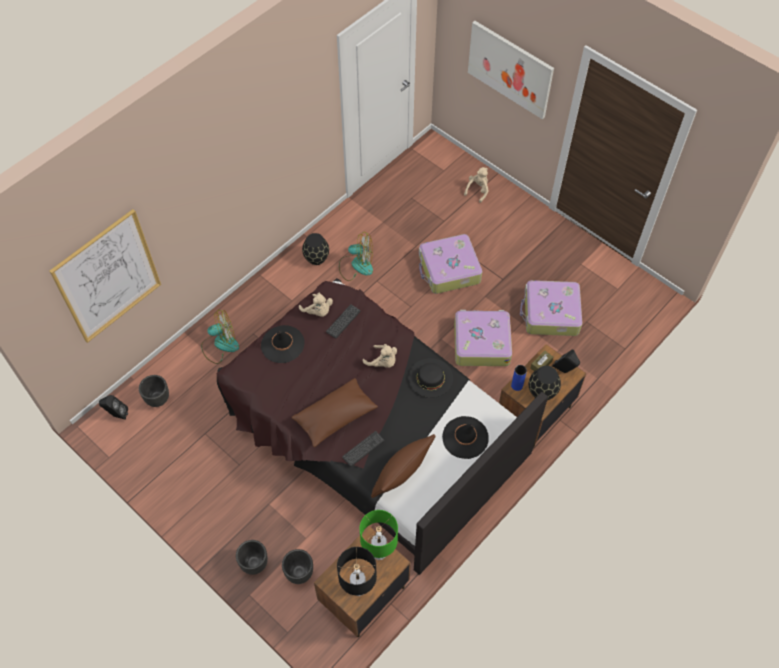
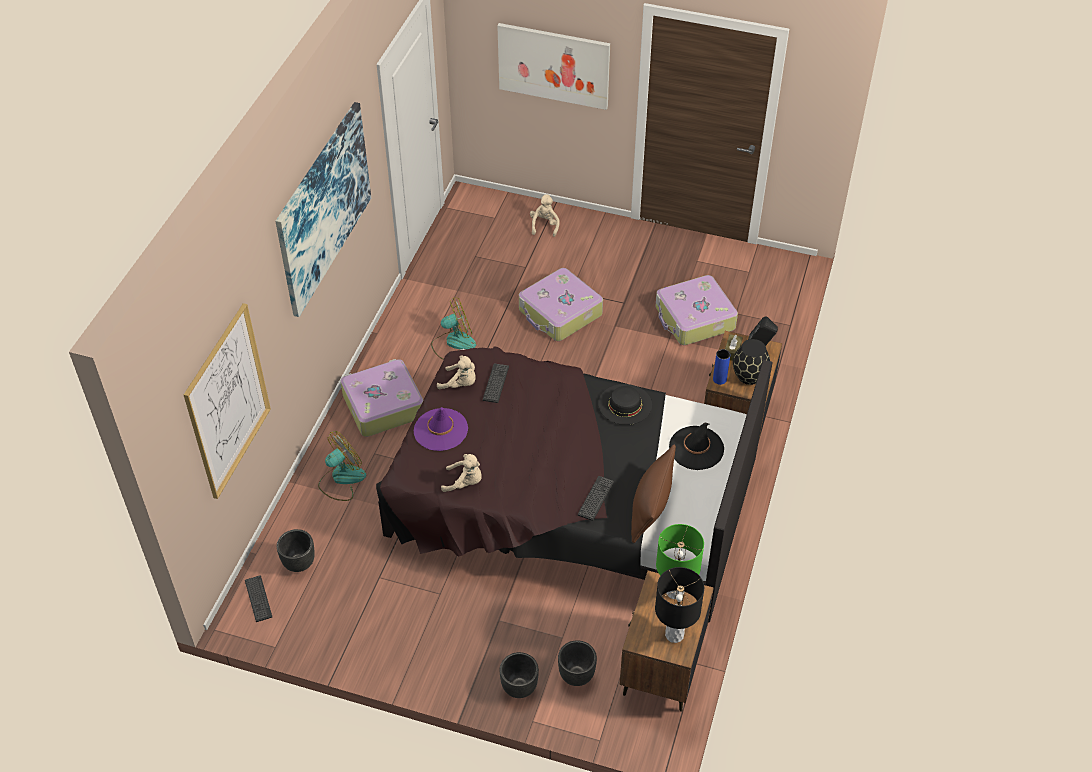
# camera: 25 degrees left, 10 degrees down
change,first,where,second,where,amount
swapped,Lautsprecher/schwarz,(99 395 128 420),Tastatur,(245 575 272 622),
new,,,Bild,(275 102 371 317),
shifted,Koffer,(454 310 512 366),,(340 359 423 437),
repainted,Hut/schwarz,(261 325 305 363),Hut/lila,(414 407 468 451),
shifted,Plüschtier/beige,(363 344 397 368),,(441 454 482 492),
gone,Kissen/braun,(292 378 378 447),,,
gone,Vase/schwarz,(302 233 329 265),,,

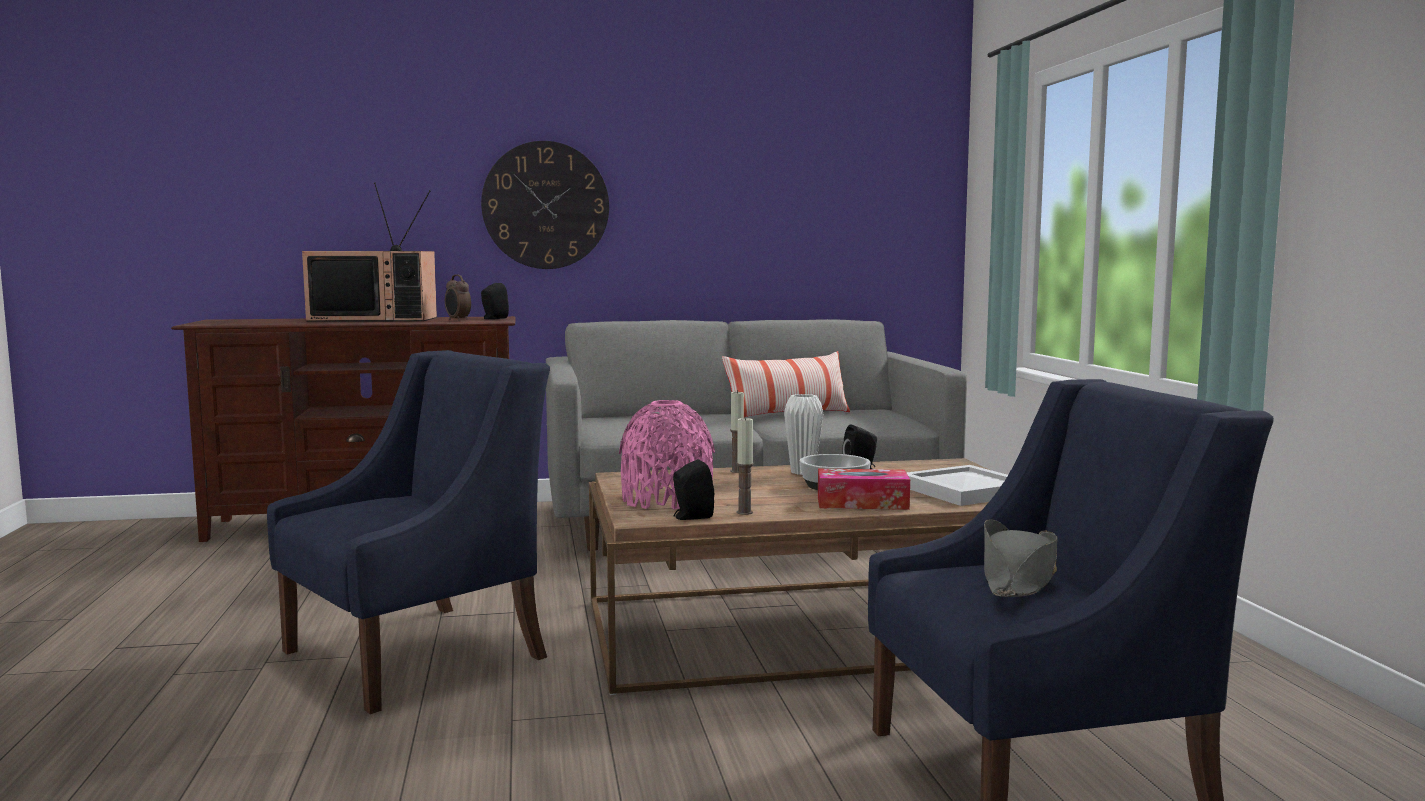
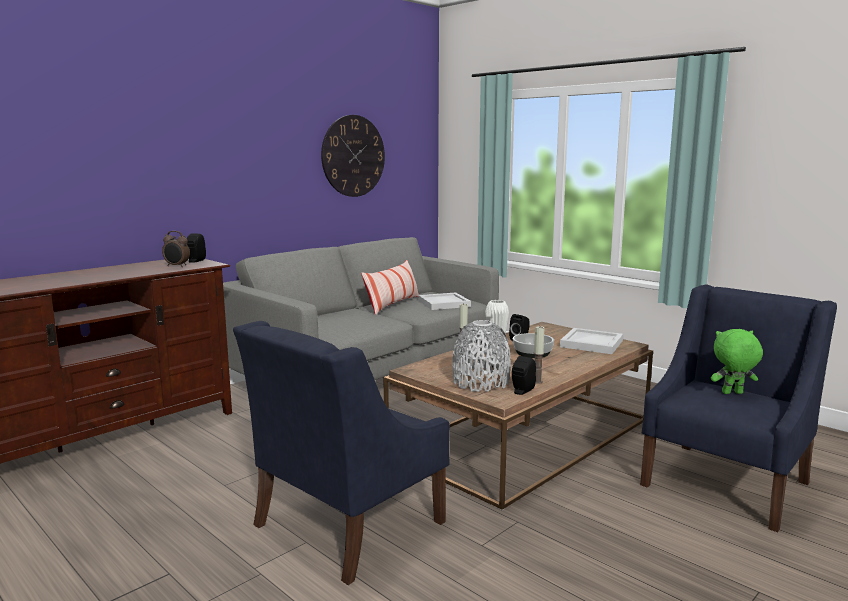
# camera: 35 degrees left, 5 degrees up
change,first,where,second,where,amount
rotated,Sessel/blau,(267 350 550 714),,(233 321 450 585),150 degrees counterclockwise
shifted,Wanduhr,(481 141 609 269),,(321 115 385 197),
new,,,Tablett/weiß,(418 293 471 310),
repainted,Vase/rosa,(619 400 715 510),Vase/grau,(452 320 511 392),
swapped,Hut/grau,(984 519 1058 597),Plüschtier/grün,(711 329 763 394),
gone,Fernseher,(302 182 437 322),,,
gone,Taschentuchbox,(818 469 910 510),,,

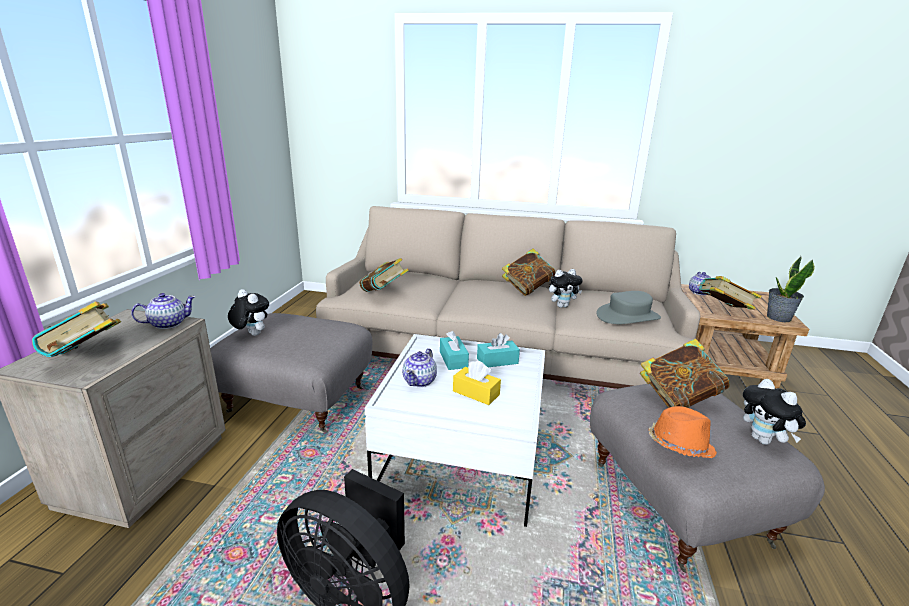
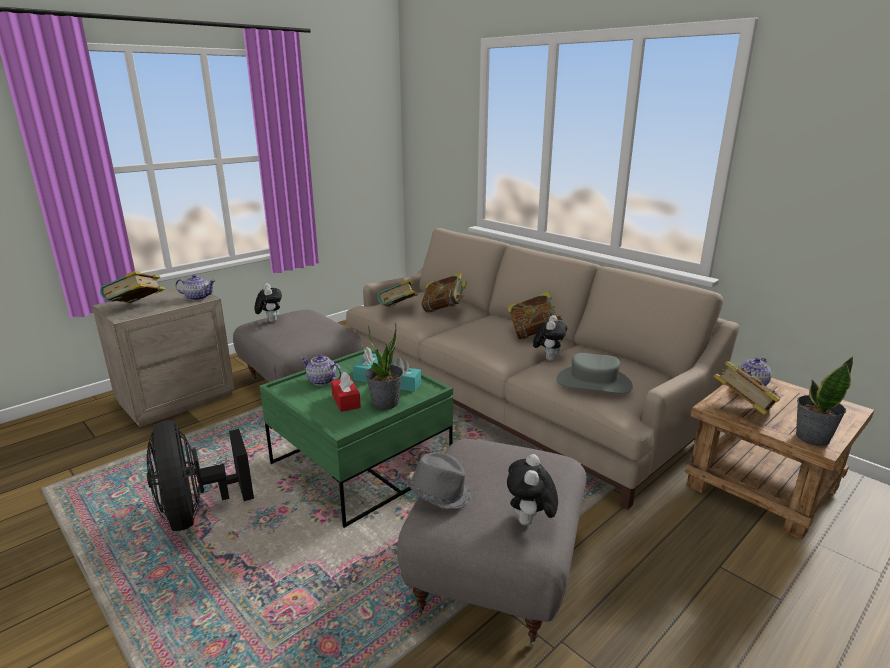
# camera: 35 degrees right, 0 degrees up
change,first,where,second,where,amount
repainted,Couchtisch/weiß,(365 334 545 527),Couchtisch/grün,(259 347 453 528),
rotated,Teekanne,(403 348 437 387),,(300 355 342 386),60 degrees clockwise
repainted,Taschentuchbox/gelb,(453 361 501 405),Taschentuchbox/rot,(331 372 361 412),
new,,,Topfpflanze,(365 323 403 410),
repainted,Hut/orange,(649 406 717 458),Hut/grau,(406 452 472 509),
shifted,Buch,(640 338 730 408),,(421 272 467 313),
rotated,Plüschtier,(549 269 583 308),,(533 315 567 361),90 degrees counterclockwise

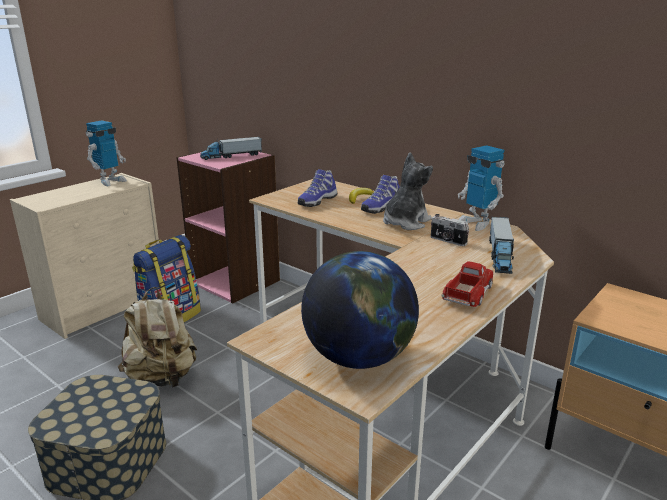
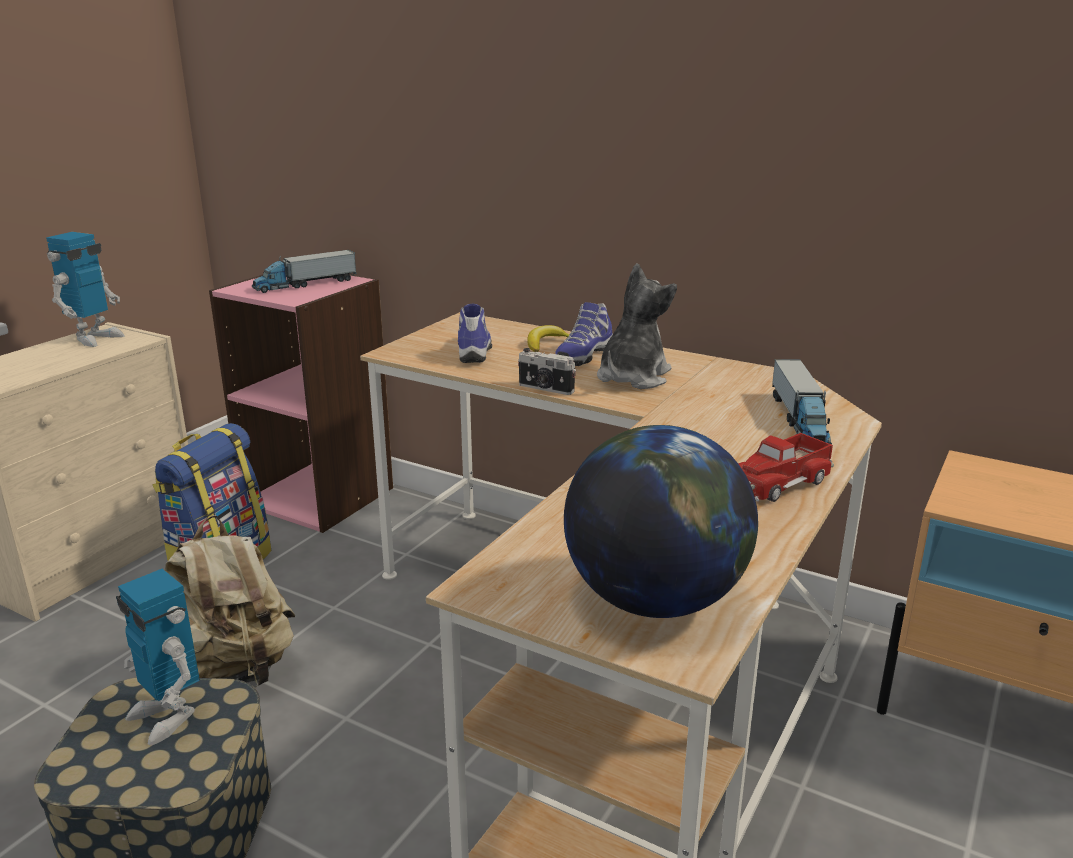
# camera: 10 degrees left, 0 degrees up
change,first,where,second,where,amount
shifted,Spielzeugroboter,(458 145 505 231),,(116 569 200 745),
rotated,Schuh,(298 169 337 207),,(458 303 492 363),150 degrees clockwise
shifted,Kamera,(431 214 469 246),,(518 348 576 395),
rotated,Spielzeuglaster,(441 261 493 307),,(738 433 834 502),150 degrees counterclockwise

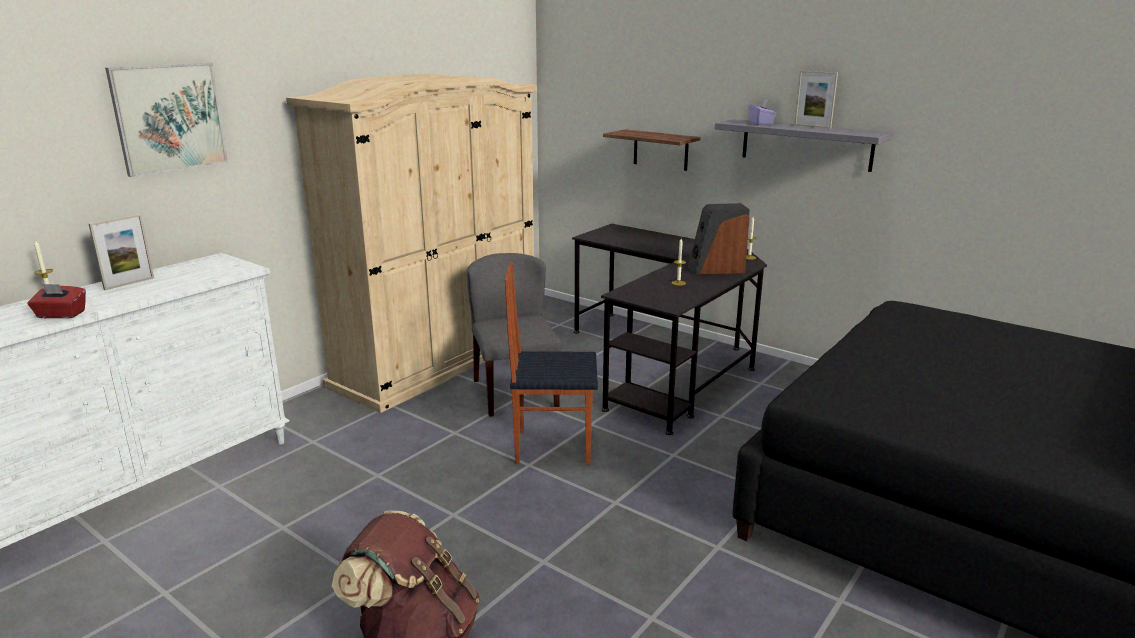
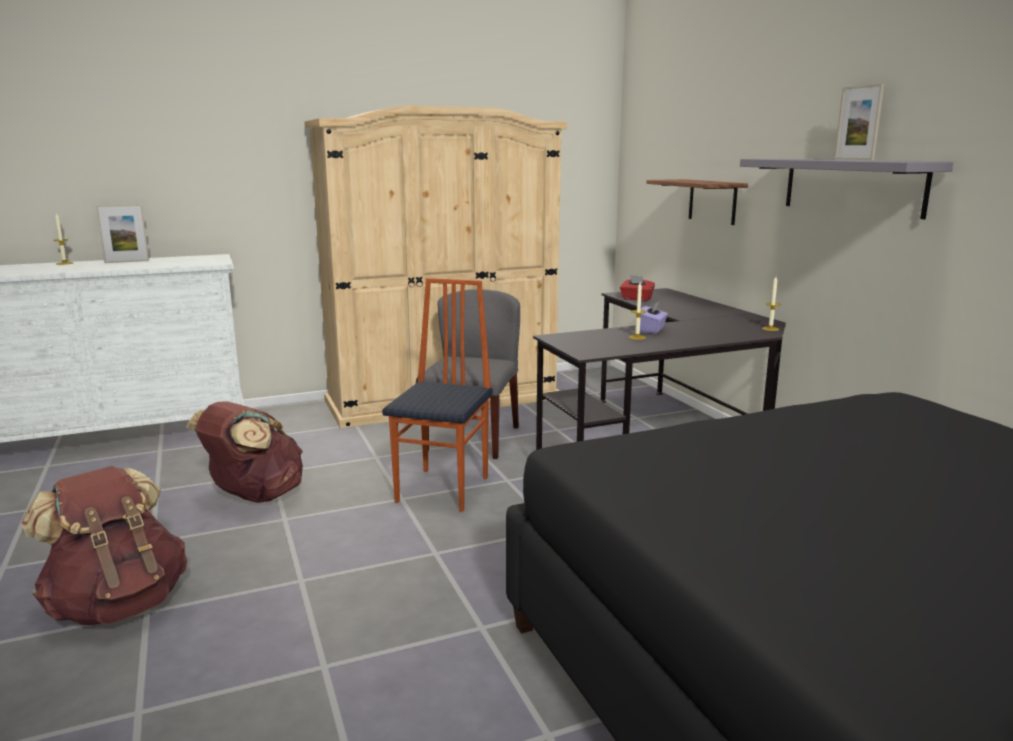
# camera: 30 degrees right, 5 degrees down
change,first,where,second,where,amount
new,,,Rucksack/braun,(186 401 303 503),
rotated,Stuhl,(505 262 598 464),,(382 278 493 512),75 degrees clockwise
shifted,Taschentuchbox/rot,(27 284 86 318),,(620 275 655 301),
shifted,Taschentuchbox/lila,(748 99 776 125),,(640 301 668 334),
gone,Bild,(105 63 228 177),,,
gone,Lautsprecher,(688 203 750 275),,,

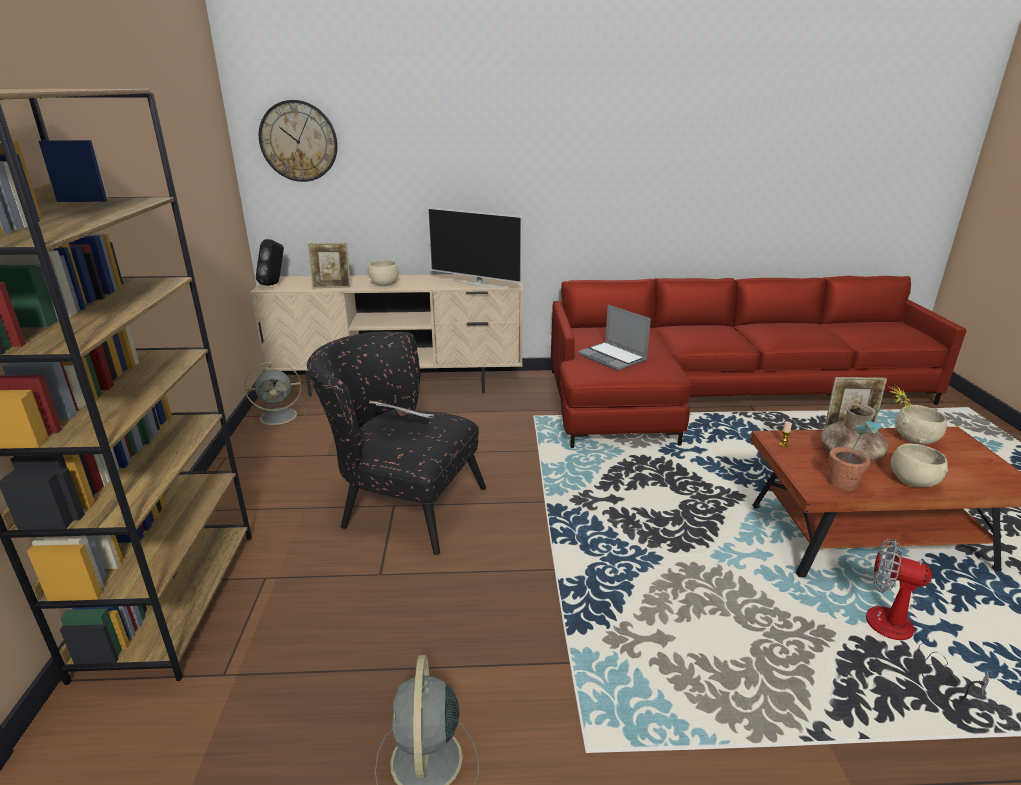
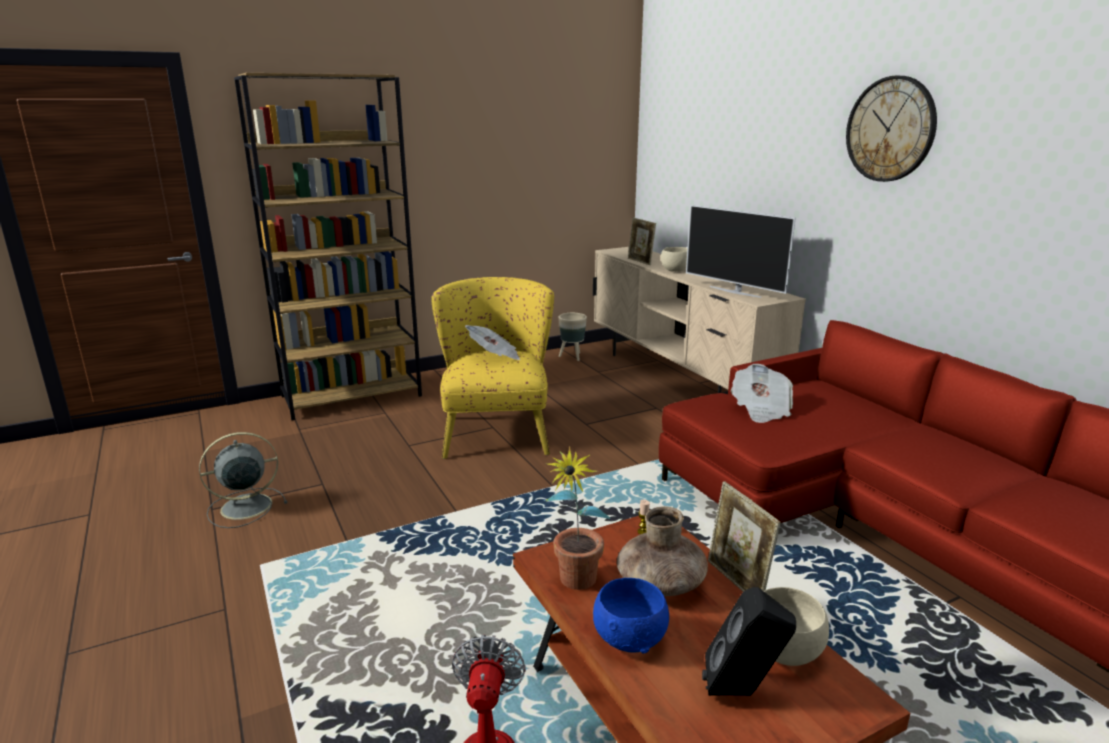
# camera: 65 degrees right, 5 degrees down
change,first,where,second,where,amount
repainted,Sessel/schwarz,(307 332 486 555),Sessel/gelb,(431 277 554 459),
swapped,Ventilator/grau,(245 361 306 429),Pflanzkübel/beige,(559 313 587 361),
repainted,Schüssel/beige,(891 444 948 487),Schüssel/blau,(593 578 669 654),
rotated,Fernseher,(427 207 522 288),,(686 205 796 298),45 degrees counterclockwise
shifted,Lautsprecher/schwarz,(256 239 284 286),,(702 587 796 696),
swapped,Laptop,(578 305 651 371),Zeitung,(731 364 793 423),
shifted,Wanduhr,(259 100 338 182),,(846 76 937 182),

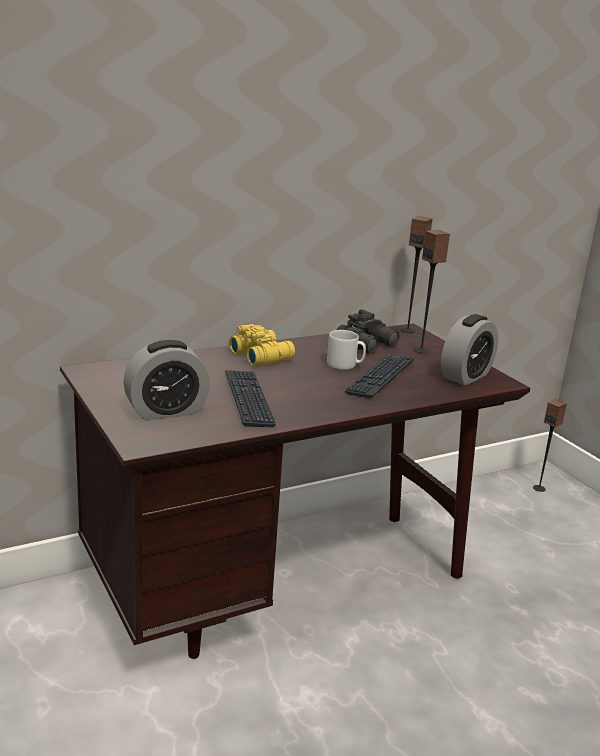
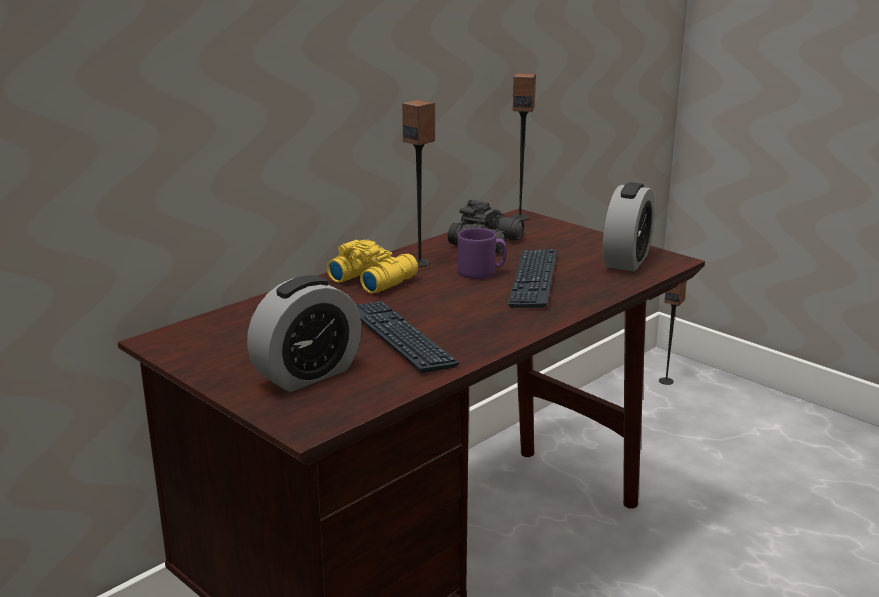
# camera: 15 degrees left, 0 degrees up
change,first,where,second,where,amount
shifted,Lautsprecher,(414 230 450 353),,(402 100 435 267),
repainted,Henkelbecher/grau,(327 330 366 370),Henkelbecher/lila,(457 228 507 279),

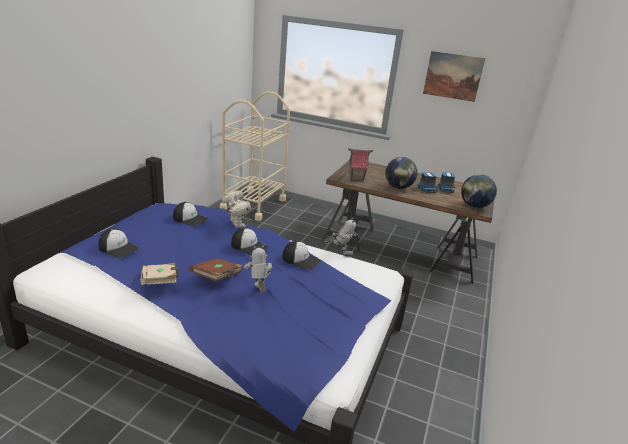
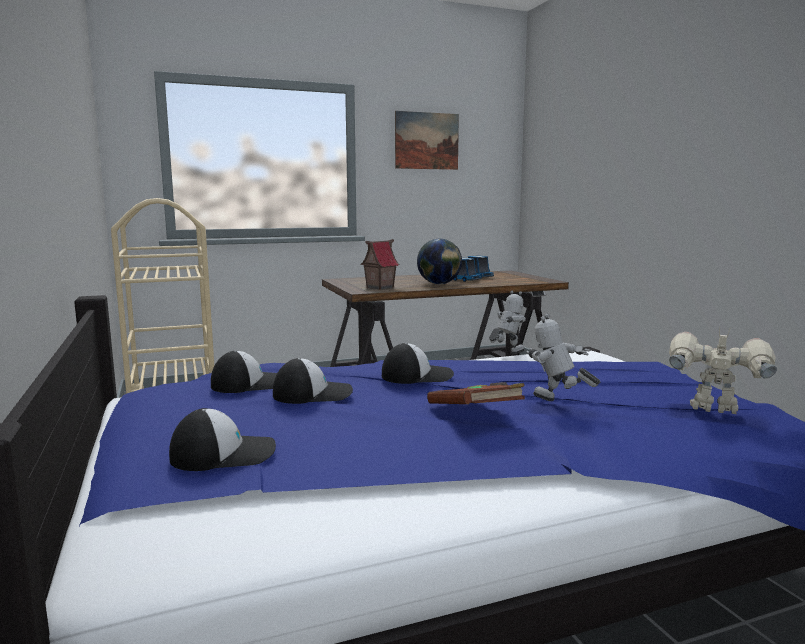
# camera: 40 degrees left, 15 degrees down
change,first,where,second,where,amount
shifted,Kappe,(282 240 321 270),,(273 358 353 404),
shifted,Spielzeugroboter,(221 191 252 228),,(669 326 777 414),
gone,Buch/beige,(140 263 179 285),,,
gone,Globus,(461 174 497 208),,,

